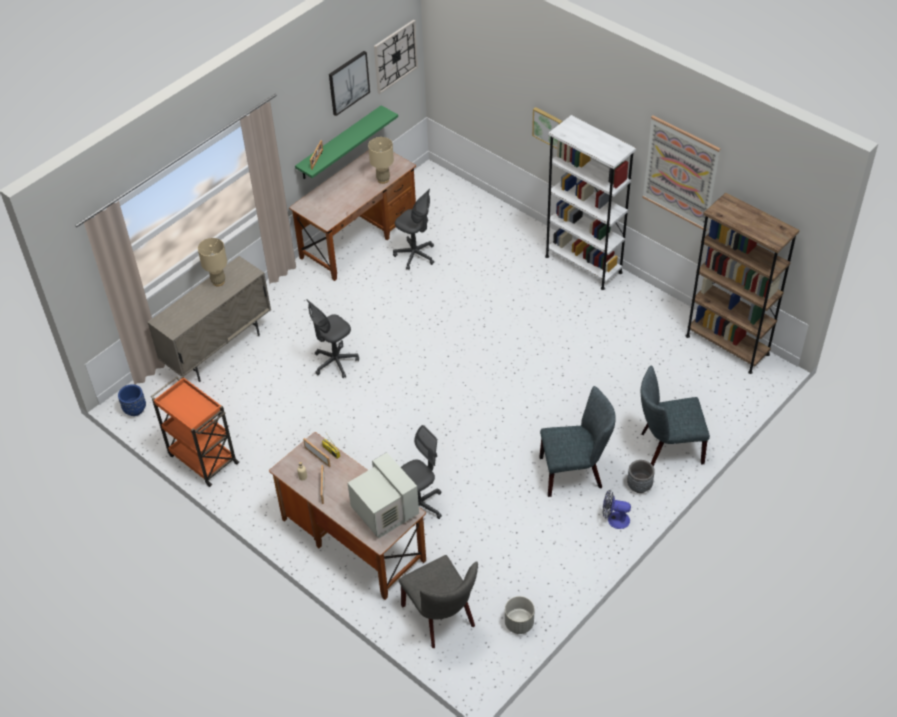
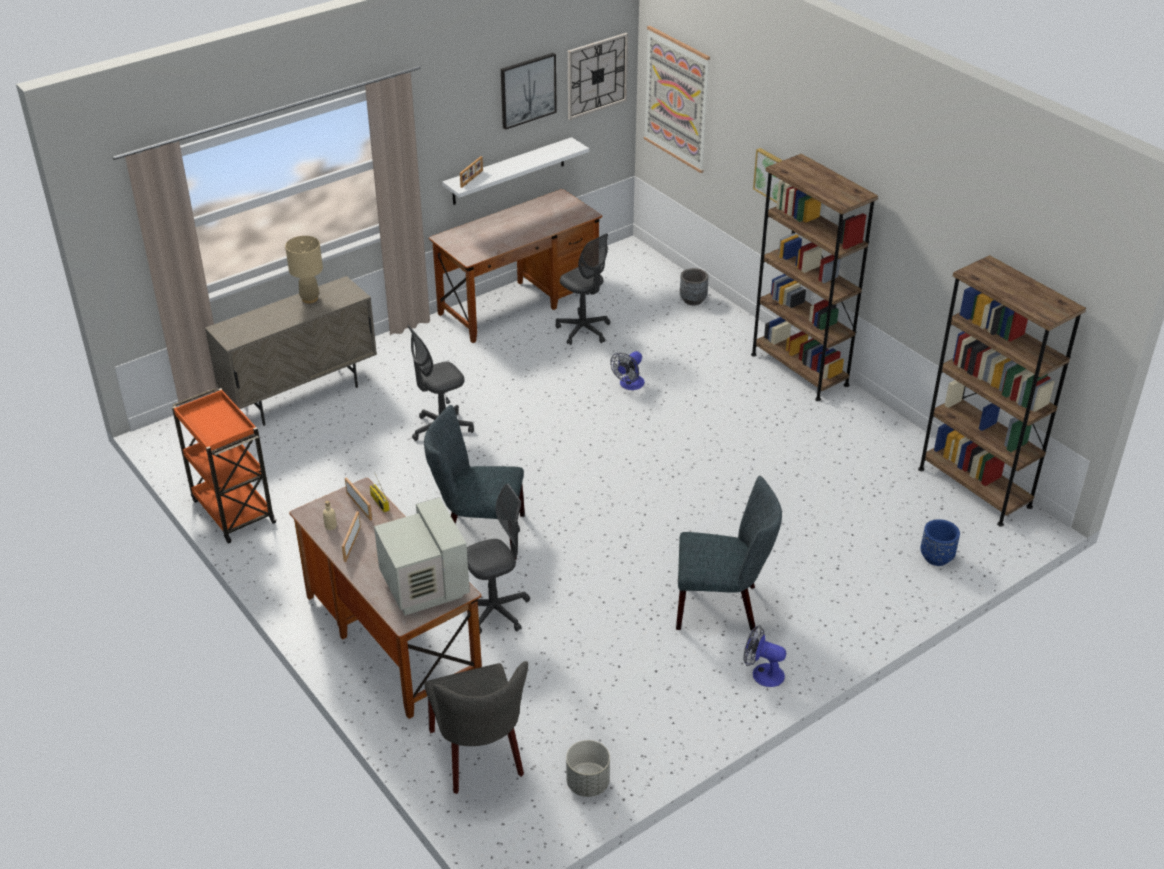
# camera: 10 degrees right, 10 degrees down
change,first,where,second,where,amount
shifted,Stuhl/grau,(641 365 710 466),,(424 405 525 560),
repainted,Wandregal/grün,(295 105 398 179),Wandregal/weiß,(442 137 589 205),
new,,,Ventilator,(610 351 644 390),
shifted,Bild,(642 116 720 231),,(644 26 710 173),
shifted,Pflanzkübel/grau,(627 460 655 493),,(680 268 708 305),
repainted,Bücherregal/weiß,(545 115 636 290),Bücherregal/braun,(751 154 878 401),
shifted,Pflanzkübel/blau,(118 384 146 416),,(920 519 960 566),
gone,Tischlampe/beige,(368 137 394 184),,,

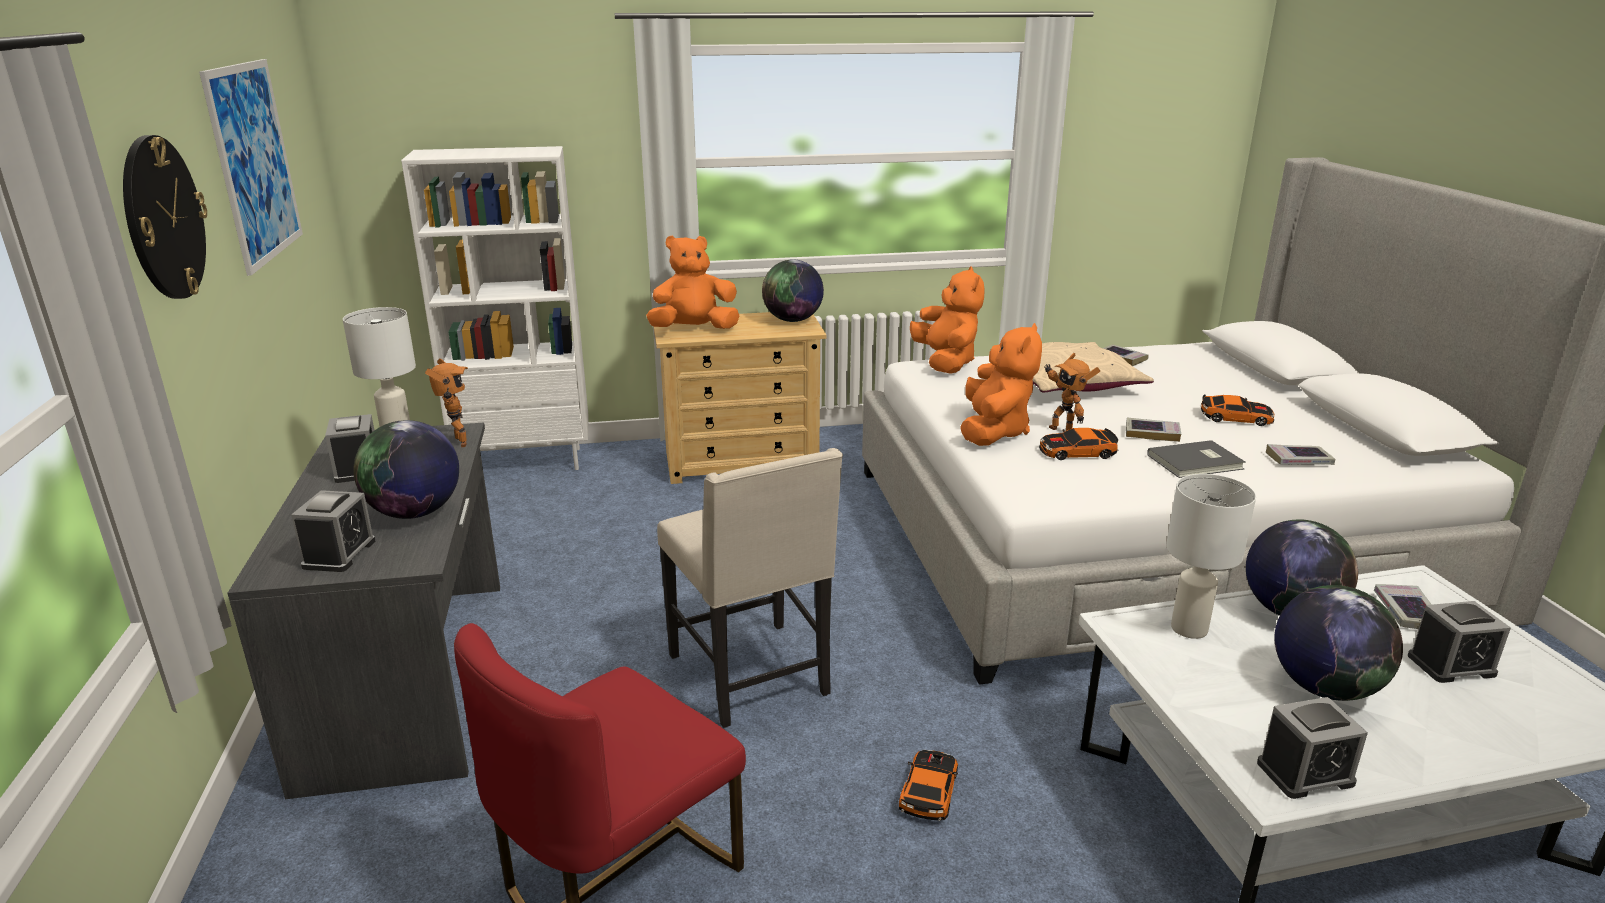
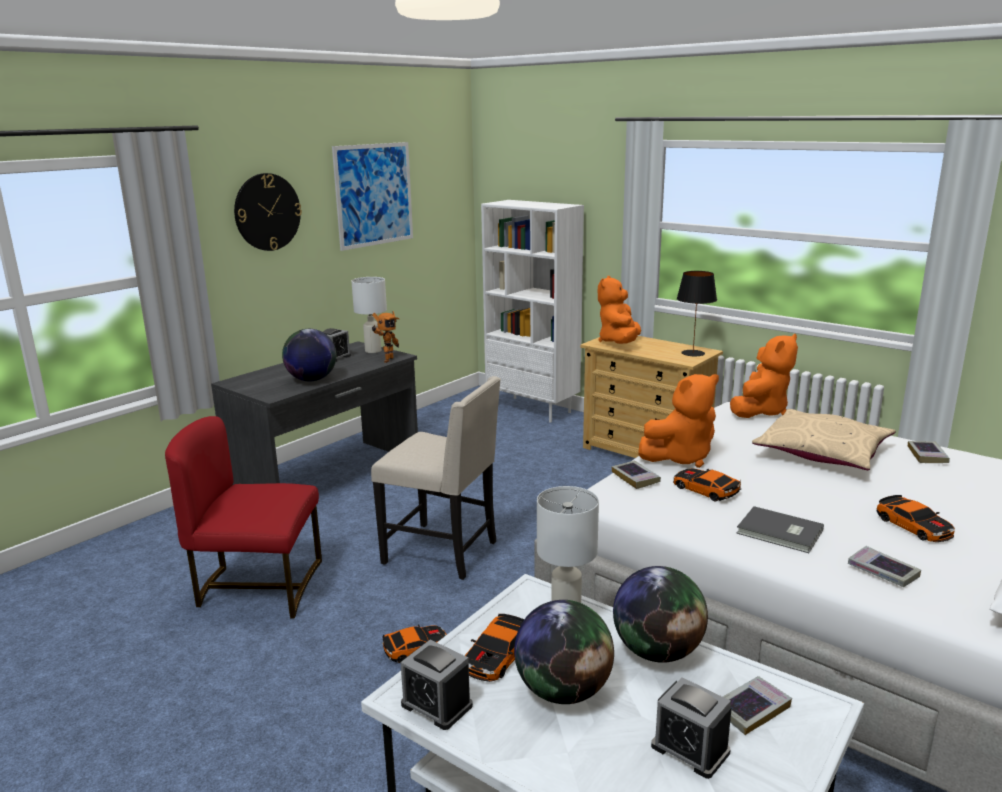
# camera: 50 degrees right, 5 degrees down
change,first,where,second,where,amount
rotated,Stuhl/beige,(657 448 843 728),,(371 376 501 580),90 degrees counterclockwise
new,,,Spielzeugauto,(465 614 524 682),
rotated,Plüschtier/orange,(646 236 740 329),,(598 276 641 344),105 degrees counterclockwise
shifted,Buch,(1126 418 1181 442),,(612 461 661 489),
swapped,Globus,(762 259 824 322),Tischlampe/schwarz,(677 271 717 356),
gone,Wecker,(291 490 376 572),,,
gone,Spielzeugroboter,(1044 353 1100 431),,,

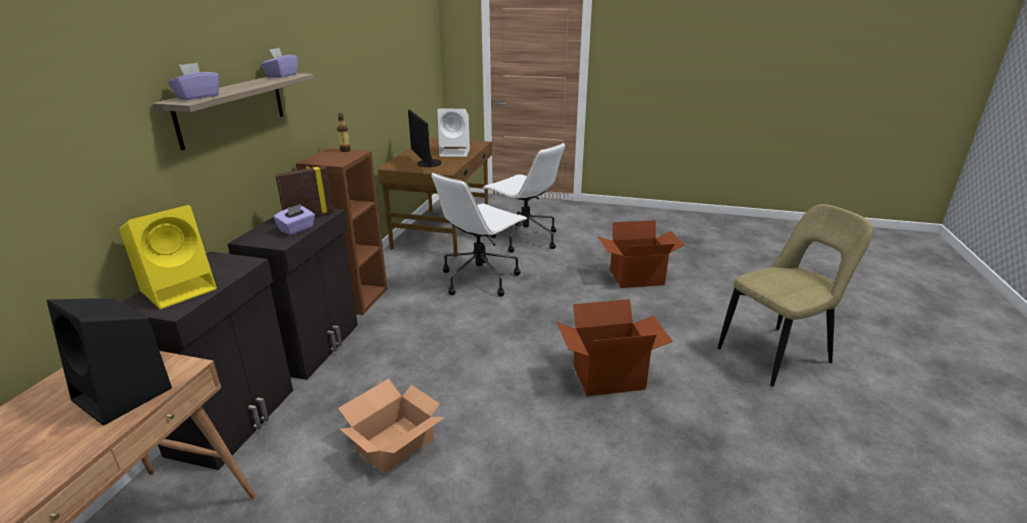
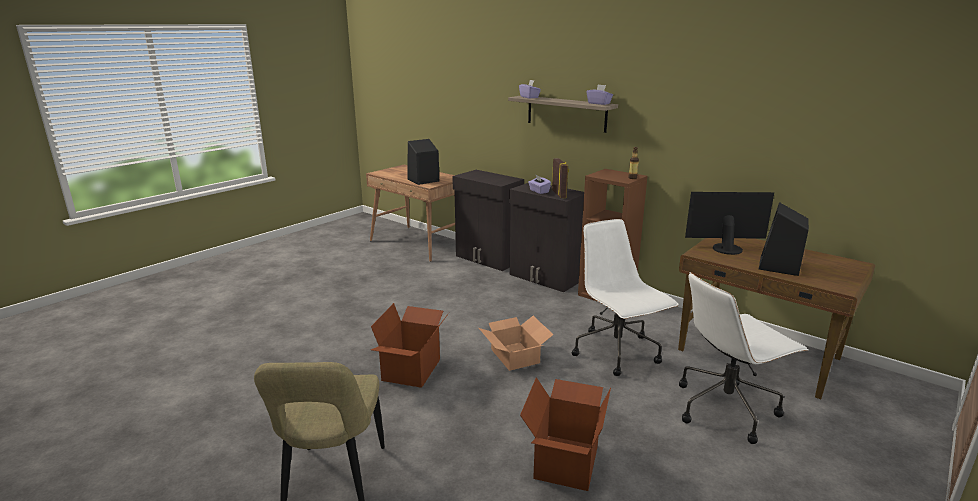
# camera: 115 degrees right, 5 degrees down
change,first,where,second,where,amount
shifted,Karton,(338 379 445 474),,(479 316 554 371),
repainted,Lautsprecher/weiß,(438 109 470 157),Lautsprecher/schwarz,(759 202 809 276),
gone,Lautsprecher/gelb,(119 205 217 309),,,

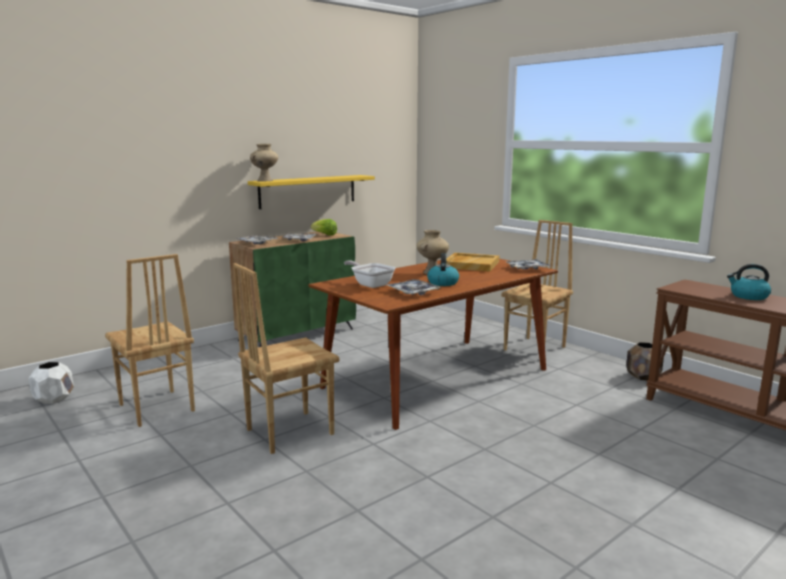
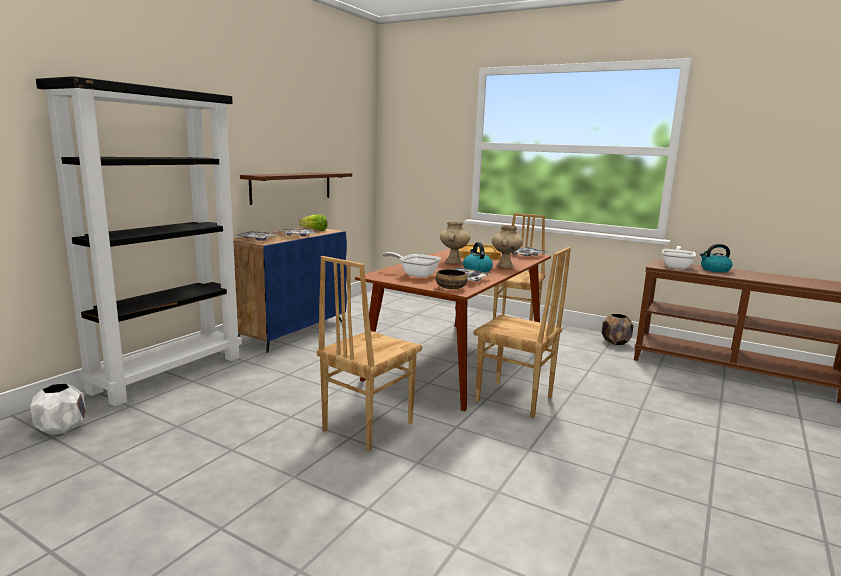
# camera: 20 degrees left, 0 degrees up
change,first,where,second,where,amount
new,,,Bücherregal/schwarz,(36 76 242 406),
repainted,Schrank/grün,(229 232 356 347),Schrank/blau,(233 227 347 353),
repainted,Wandregal/gelb,(248 175 375 209),Wandregal/braun,(240 172 352 205),
new,,,Schüssel,(435 269 467 289),
shifted,Stuhl/braun,(105 254 195 427),,(473 247 571 418),
shifted,Vase/beige,(250 144 278 182),,(492 225 523 268),
new,,,Pfanne,(662 246 696 269),

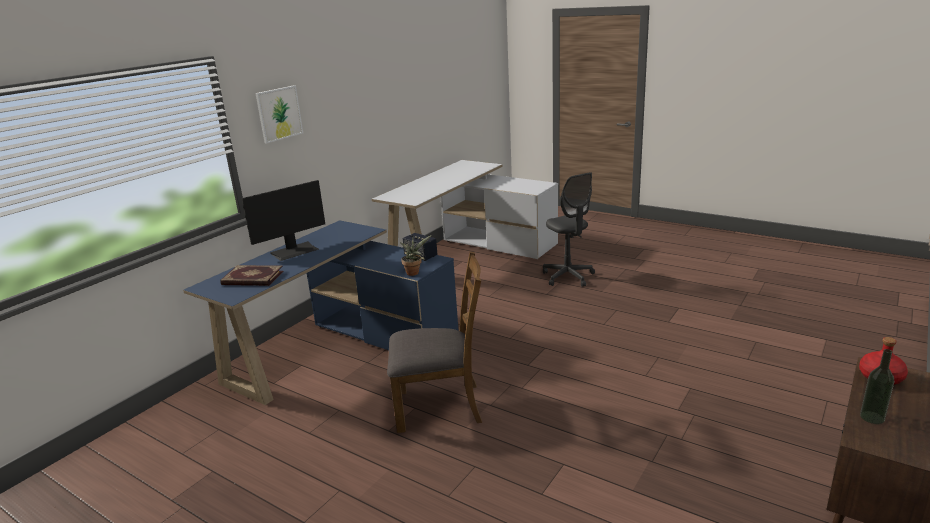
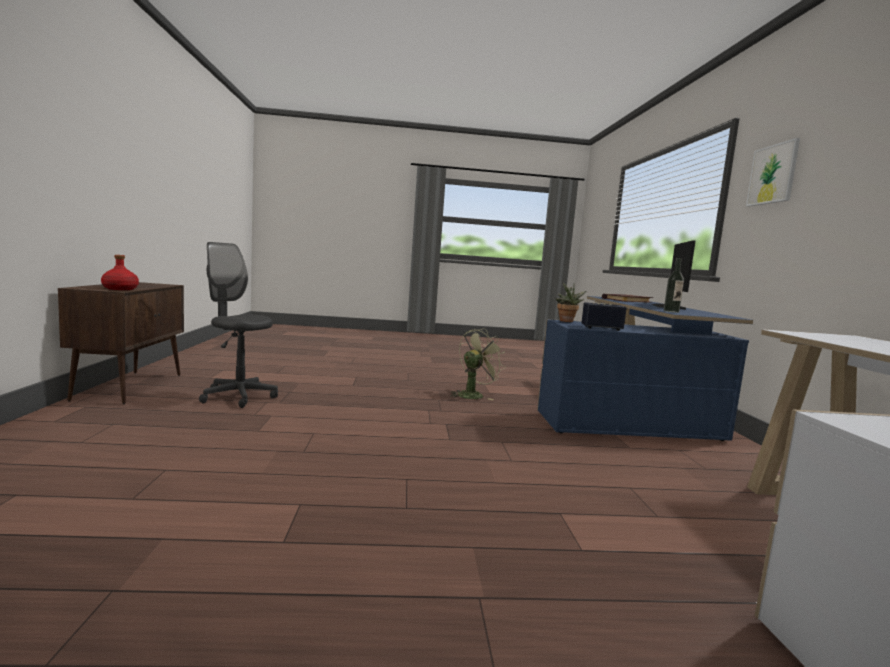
# camera: 140 degrees right, 15 degrees down
change,first,where,second,where,amount
shifted,Bürostuhl/grau,(543 172 595 287),,(199 242 278 408),
swapped,Stuhl/braun,(387 251 482 433),Ventilator/grün,(451 328 506 400),
shifted,Flasche,(860 349 894 424),,(664 258 684 313),

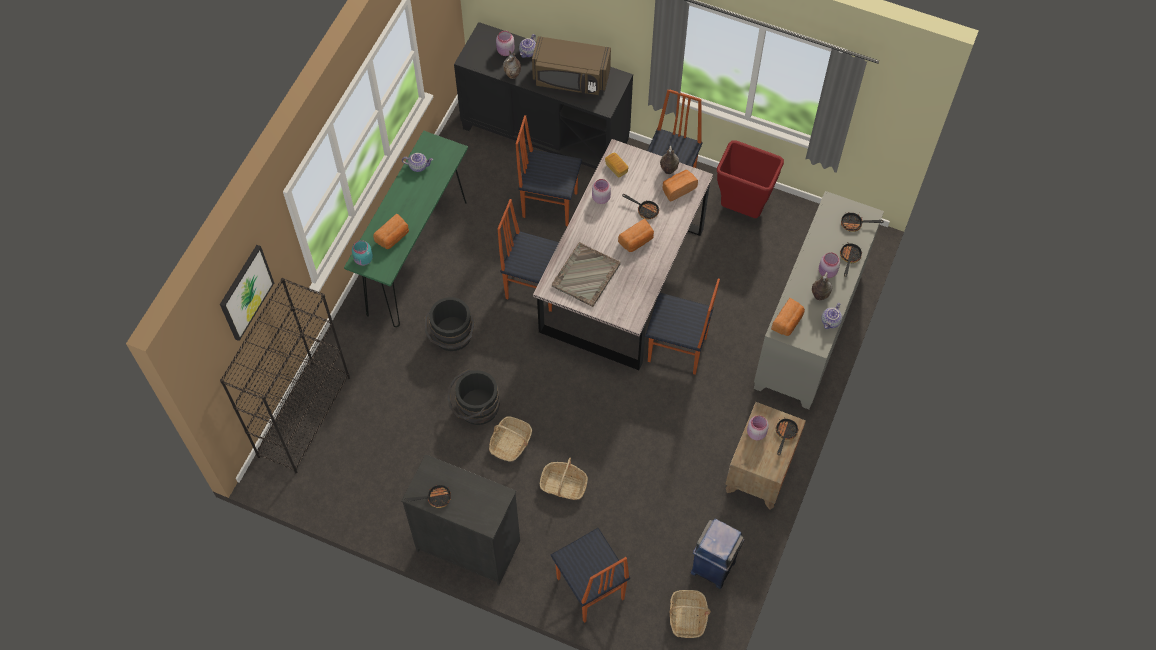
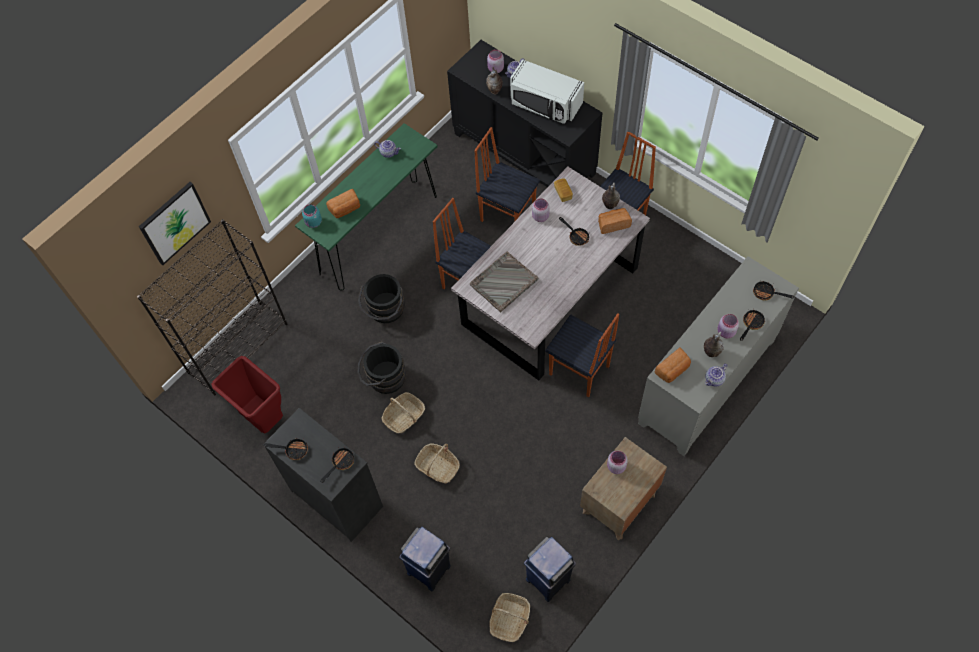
# camera: 20 degrees right, 0 degrees up
change,first,where,second,where,amount
shifted,Mülleimer/rot,(717 140 784 218),,(211 356 283 433),
shifted,Pfanne,(776 417 799 455),,(320 447 354 483),
swapped,Stuhl,(551 528 630 623),Mülleimer/blau,(399 527 451 591),
repainted,Mikrowelle/braun,(532 36 611 95),Mikrowelle/weiß,(510 59 584 124),
gone,Brot,(618 219 654 252),,,

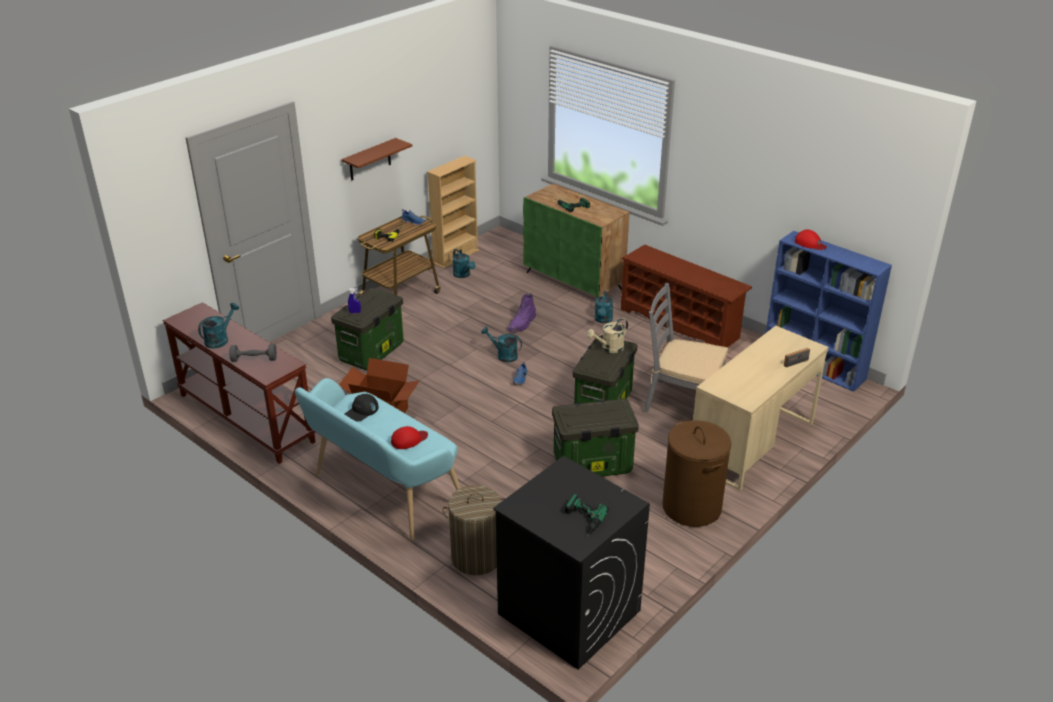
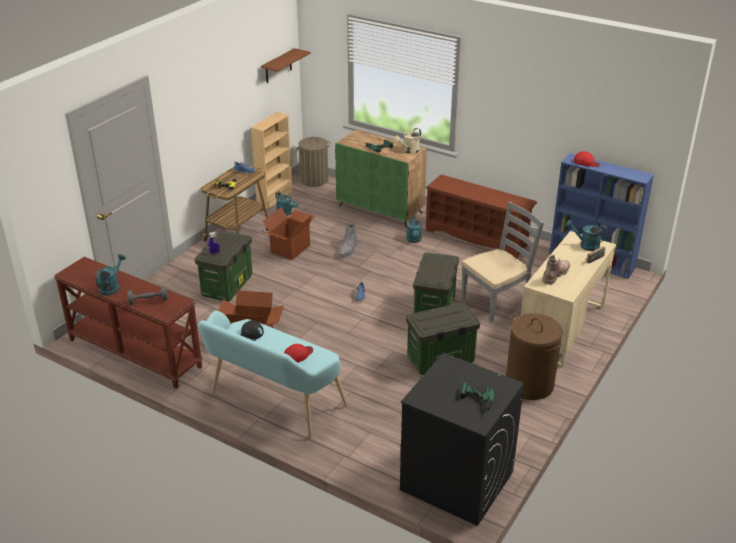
# camera: 10 degrees left, 0 degrees up
change,first,where,second,where,amount
shifted,Wandregal/braun,(341 138 413 181),,(261 48 311 83),
new,,,Karton,(263 207 315 260),
shifted,Wäschekorb,(442 485 505 575),,(296 137 330 187),
repainted,Stiefel/lila,(508 293 536 332),Stiefel/grau,(338 223 358 257),
shifted,Gießkanne/beige,(587 318 628 353),,(394 128 421 154),
rotated,Stuhl/grau,(644 283 728 412),,(461 201 544 322),135 degrees clockwise
new,,,Stiefel/braun,(542 255 570 285),
shifted,Gießkanne/türkis,(481 327 522 362),,(565 220 608 251),

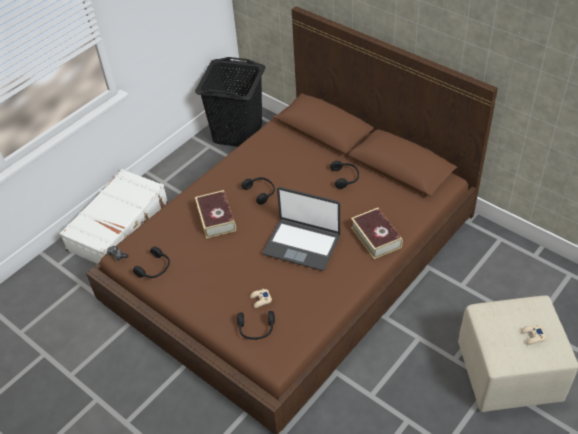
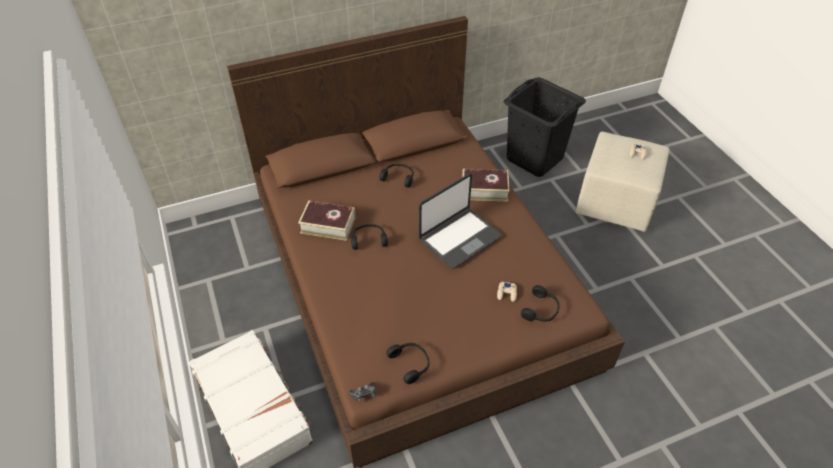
# camera: 65 degrees left, 0 degrees up
change,first,where,second,where,amount
shifted,Buch,(195 190 236 239),,(298 200 355 241),
shifted,Wäschekorb/schwarz,(195 57 265 147),,(504 77 586 177),

